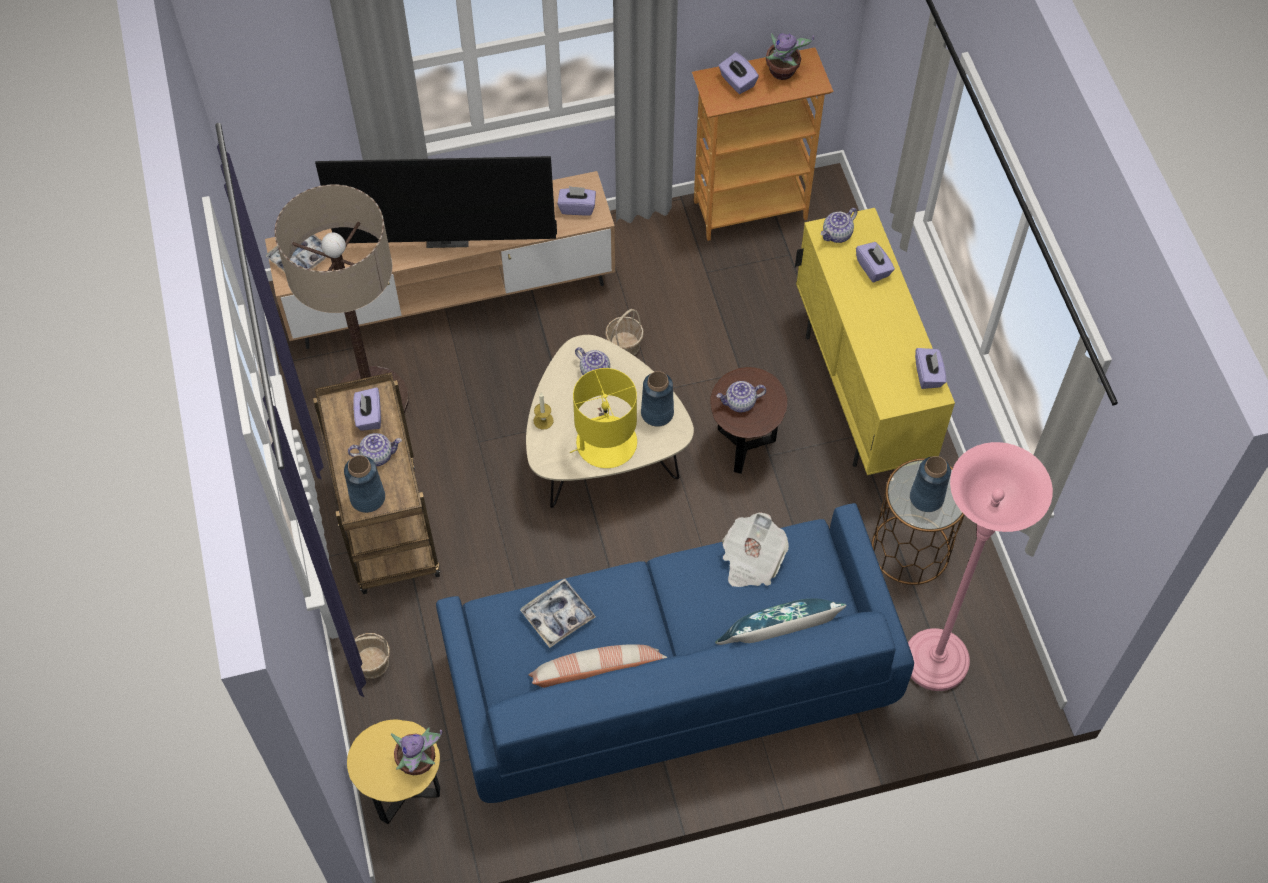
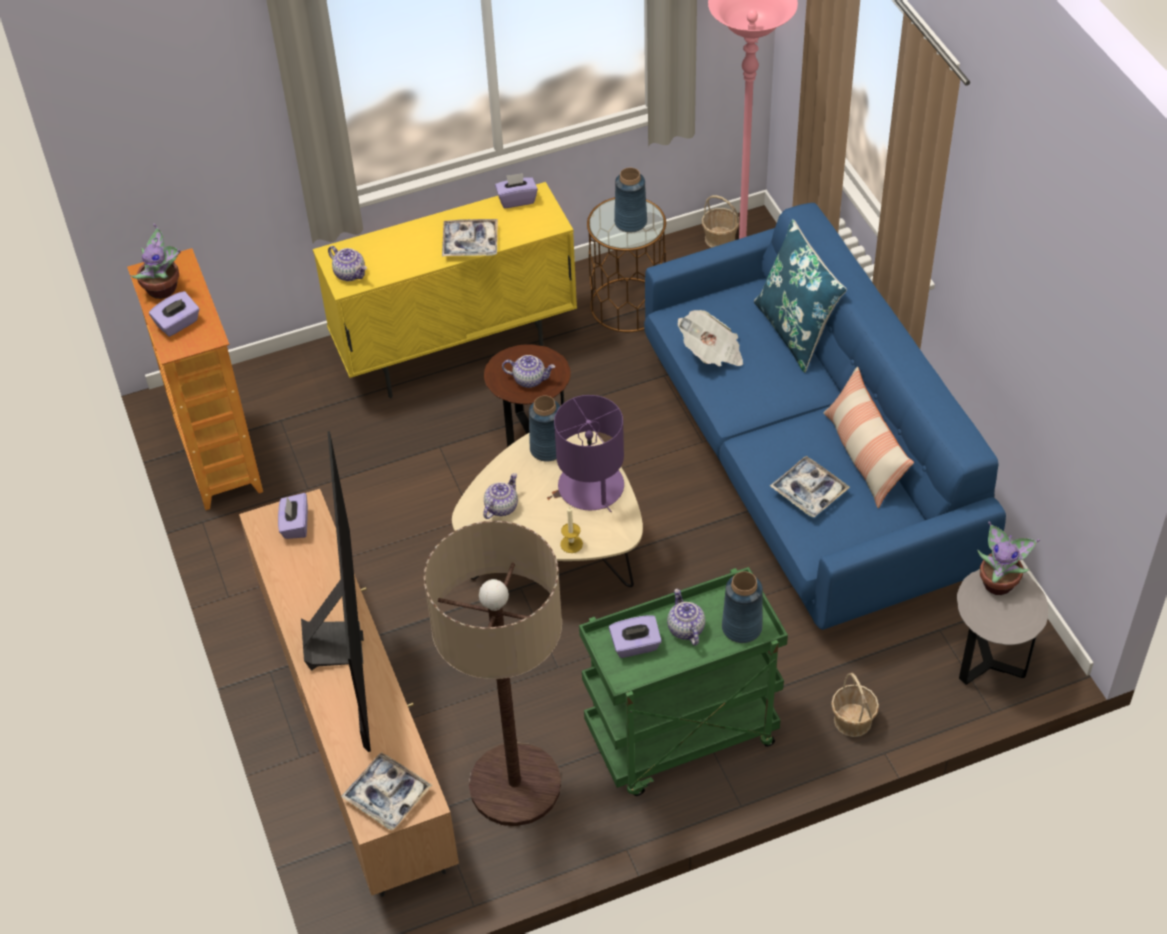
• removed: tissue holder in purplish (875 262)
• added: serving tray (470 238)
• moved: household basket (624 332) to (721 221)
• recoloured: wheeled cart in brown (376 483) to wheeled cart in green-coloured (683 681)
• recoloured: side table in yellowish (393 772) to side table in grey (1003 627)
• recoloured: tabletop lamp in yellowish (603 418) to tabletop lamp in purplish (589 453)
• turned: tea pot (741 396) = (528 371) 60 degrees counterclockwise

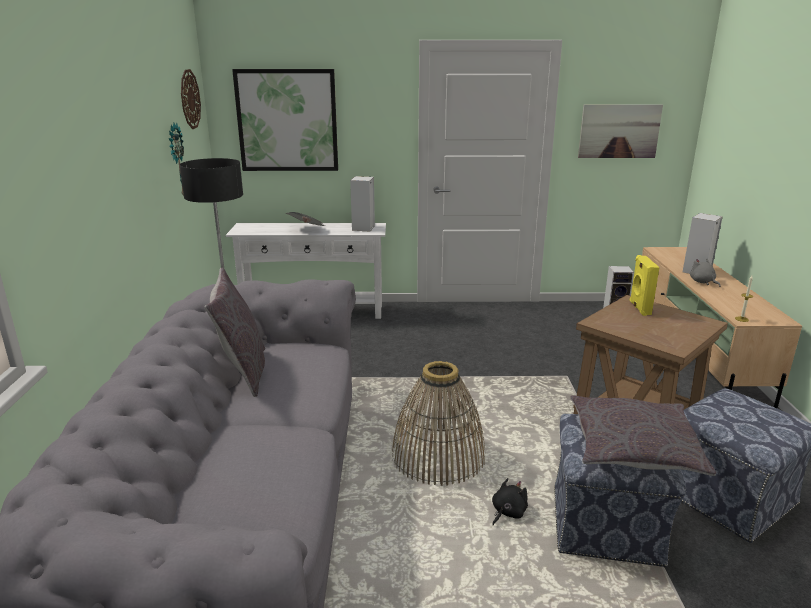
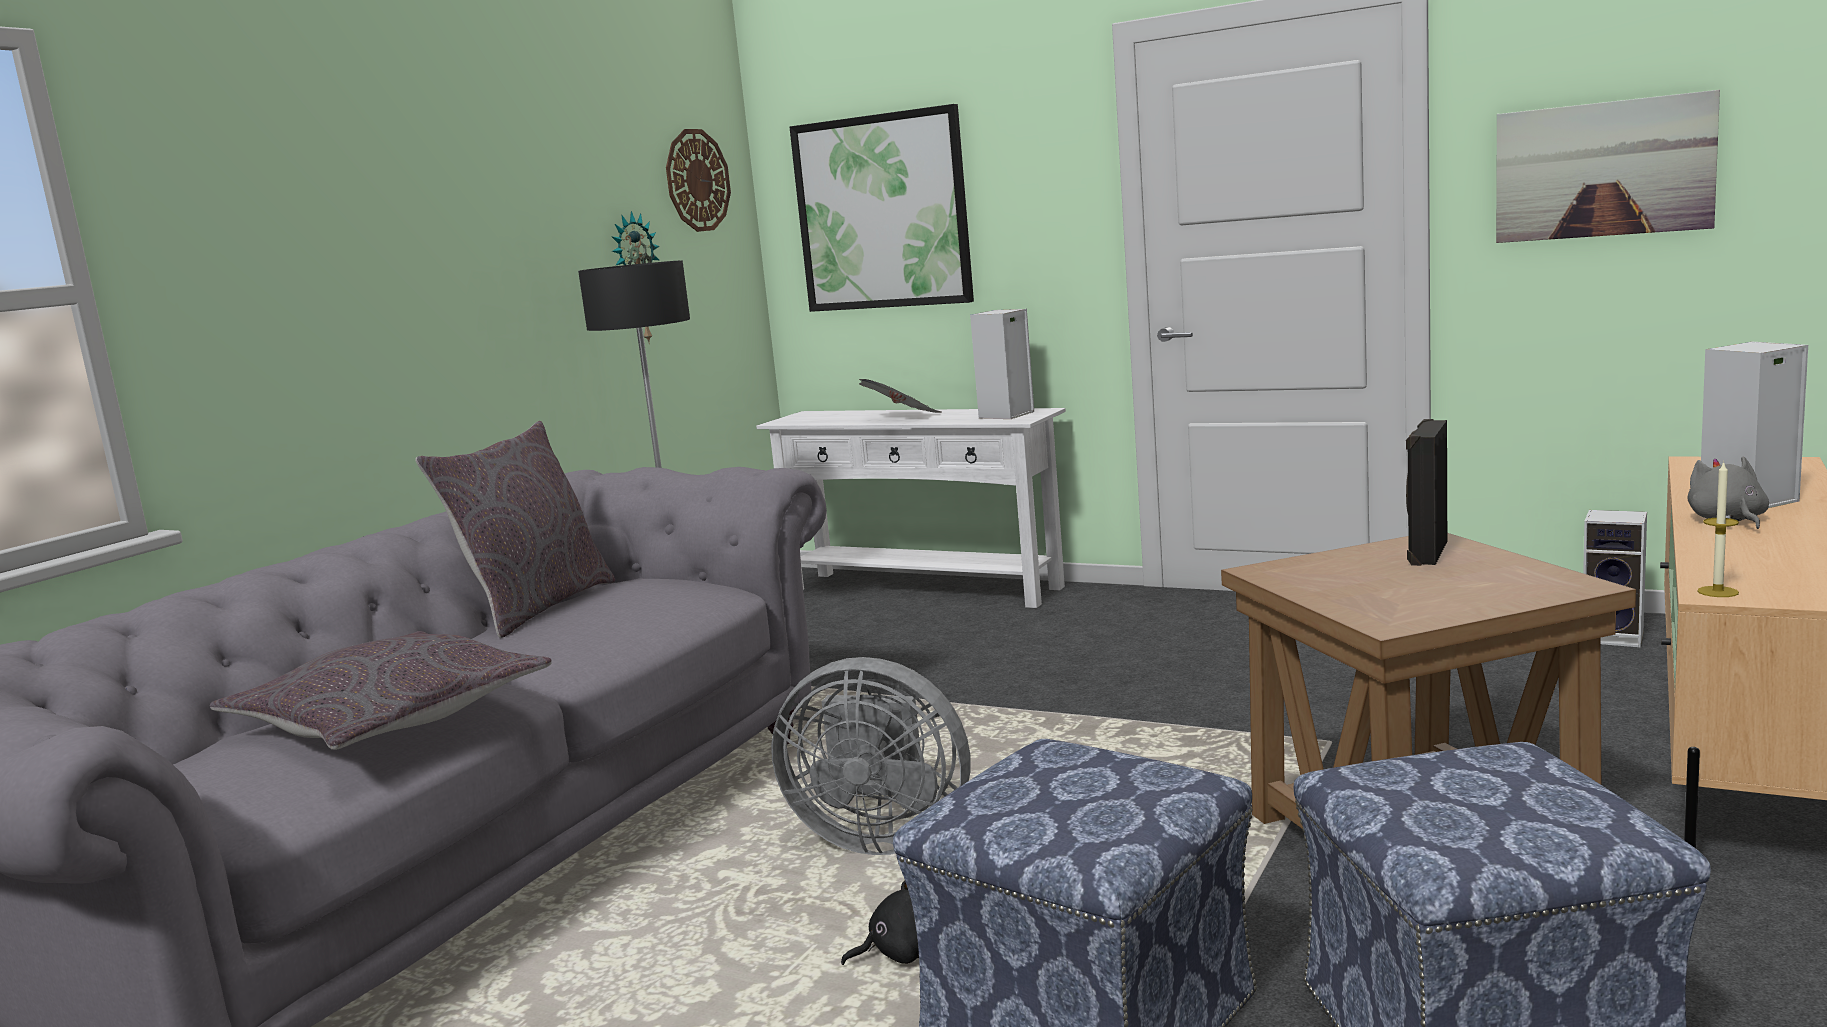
• moved: throw pillow in grey (643 435) to (381 690)
• replaced: household basket (438 423) to cooling fan in grey (870 756)
• recoloured: loudspeaker in yellowish (644 285) to loudspeaker in blackish (1426 492)

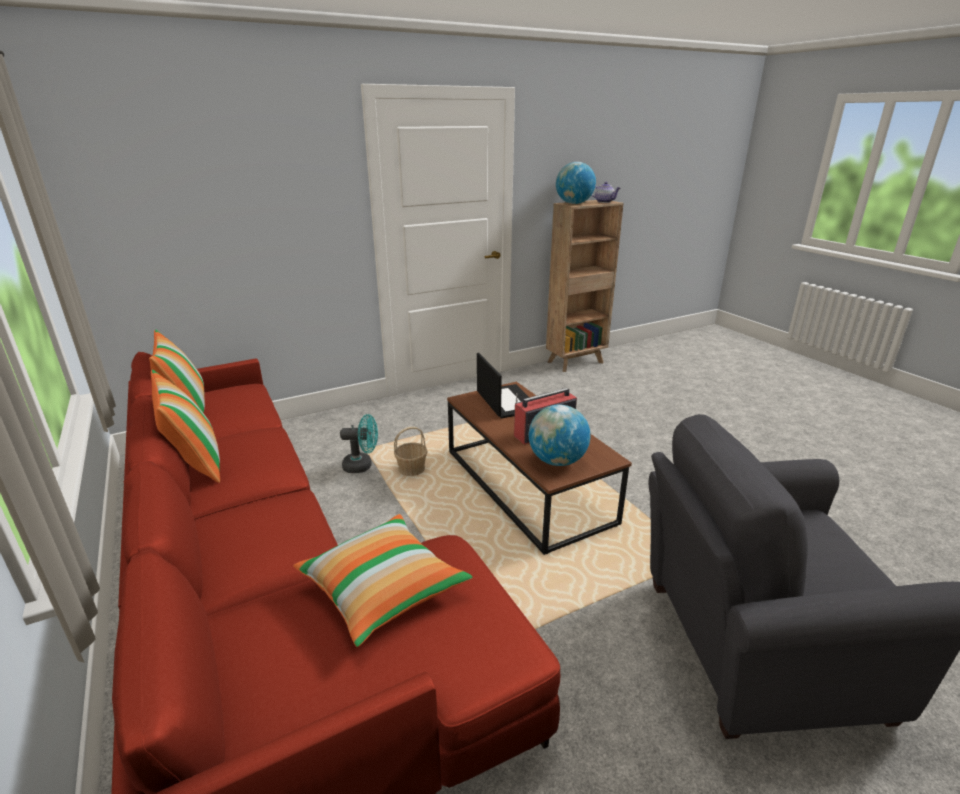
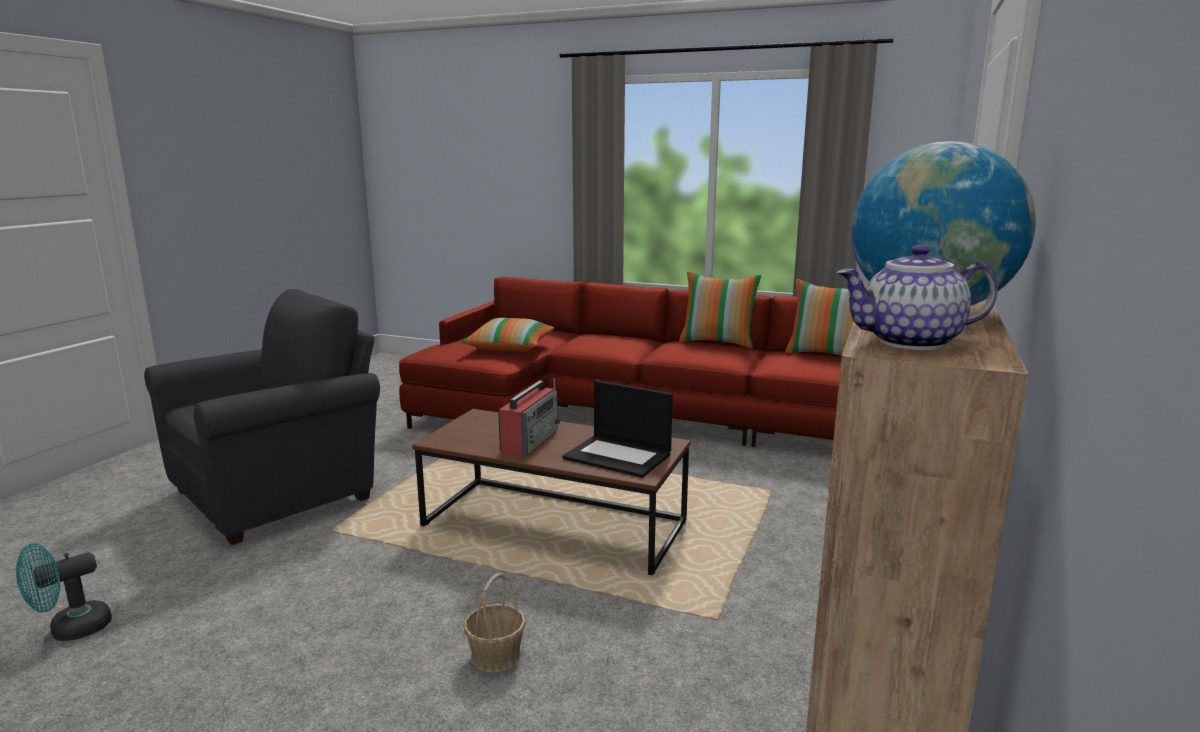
• removed: globe (560 435)
• moved: cooling fan in blue-green (359 443) to (64 592)
• moved: household basket (411 451) to (495 623)

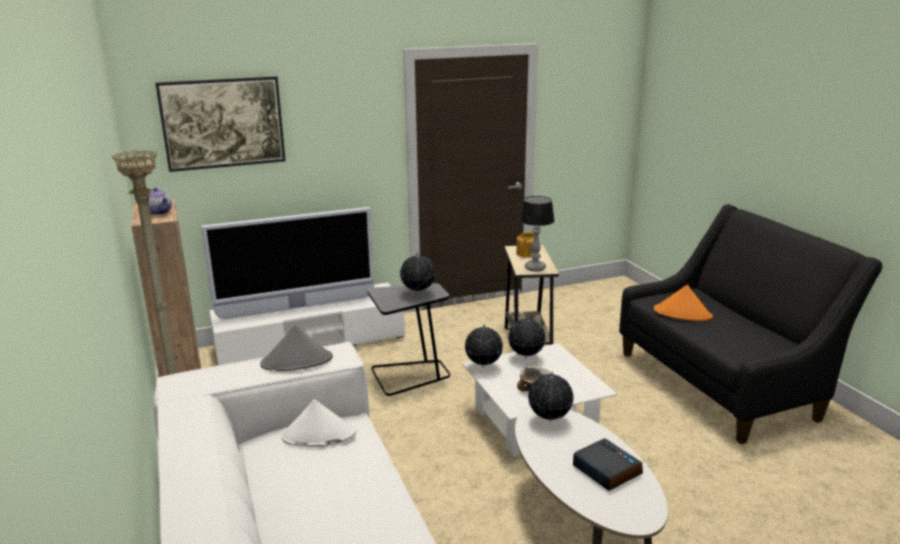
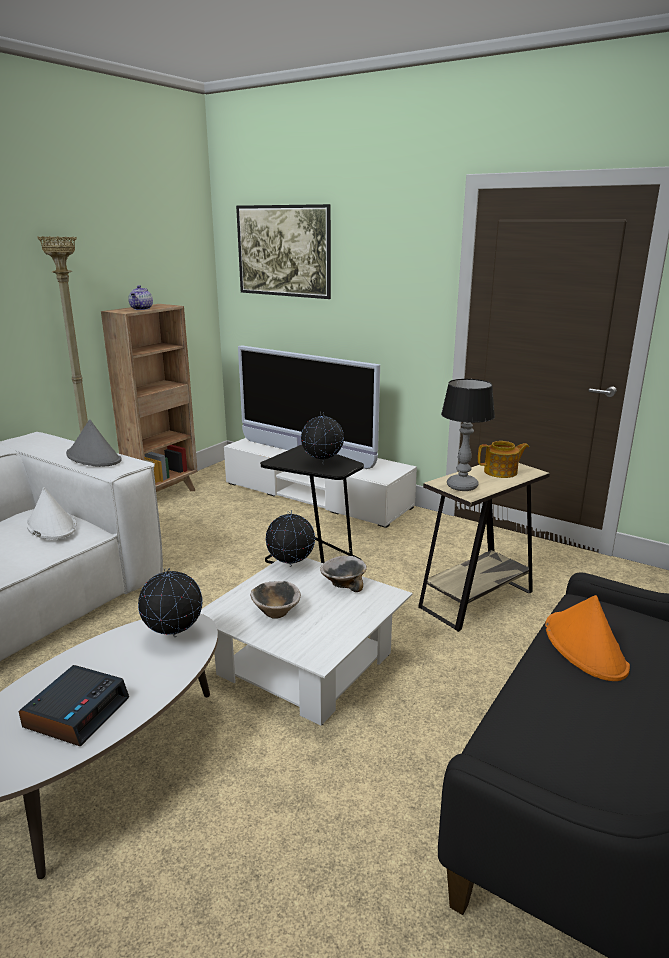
• replaced: globe (527 337) to serving bowl (343 574)

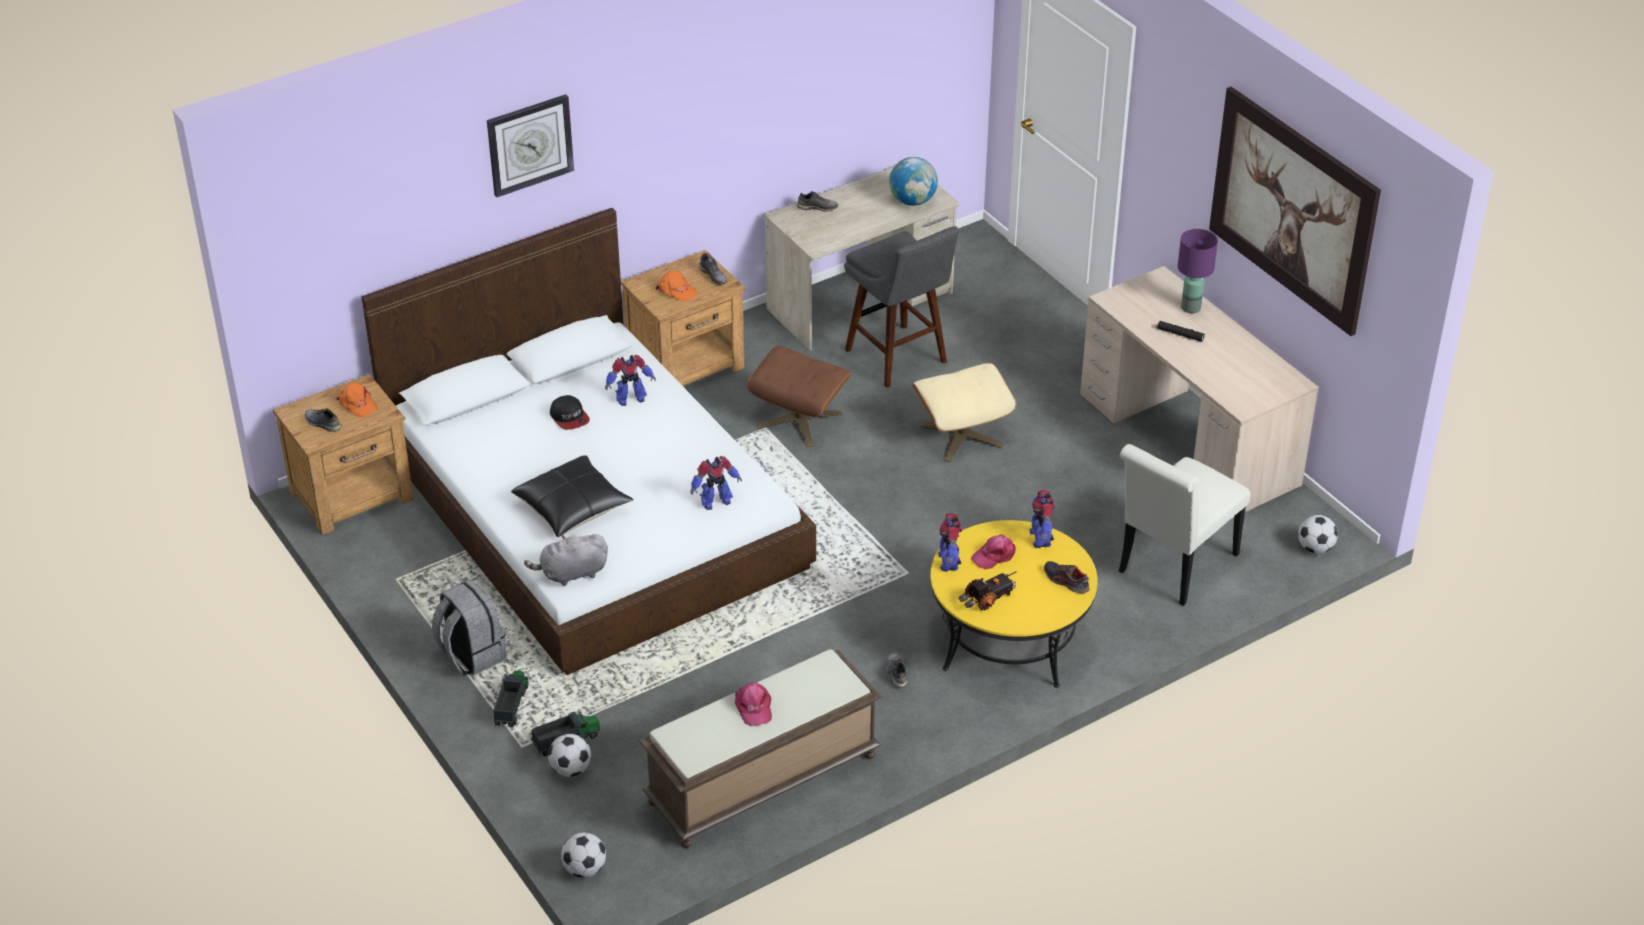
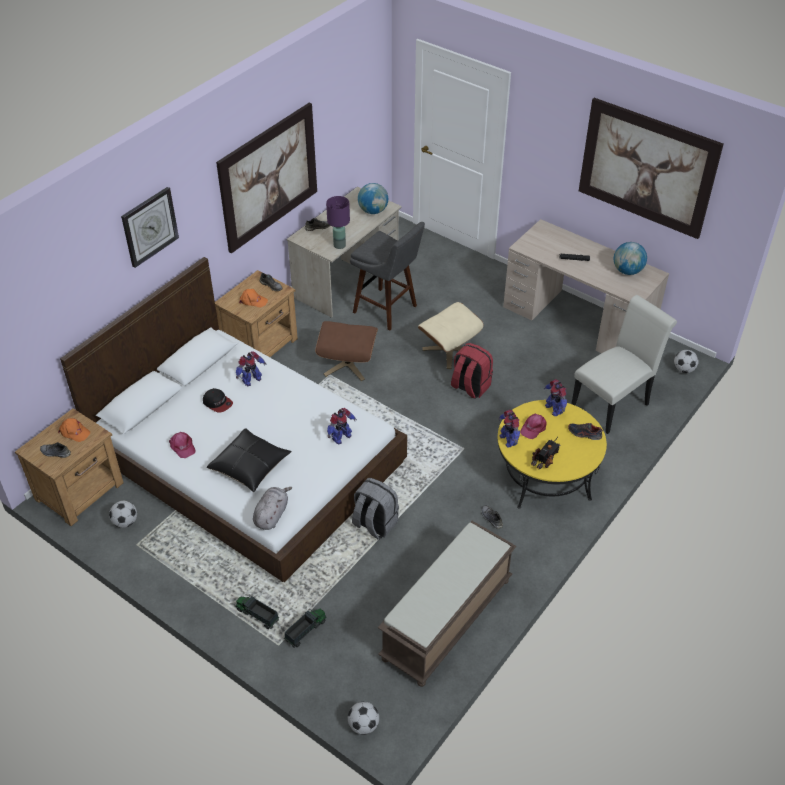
• added: wall art (266 178)
• added: backpack in red (472 371)
• added: globe (630 258)
• moved: backpack in grey (469 628) to (375 508)
• moved: football ball (569 755) to (123 514)
• moved: cap in pink (753 704) to (182 445)
• moved: tabletop lamp in purplish (1198 271) to (338 222)
• turned: model truck (511 699) = (257 612) 45 degrees counterclockwise
• turned: plush toy in grey (566 560) = (272 508) 150 degrees clockwise
• turned: upright chair in white-coloured (1185 525) = (624 364) 150 degrees counterclockwise

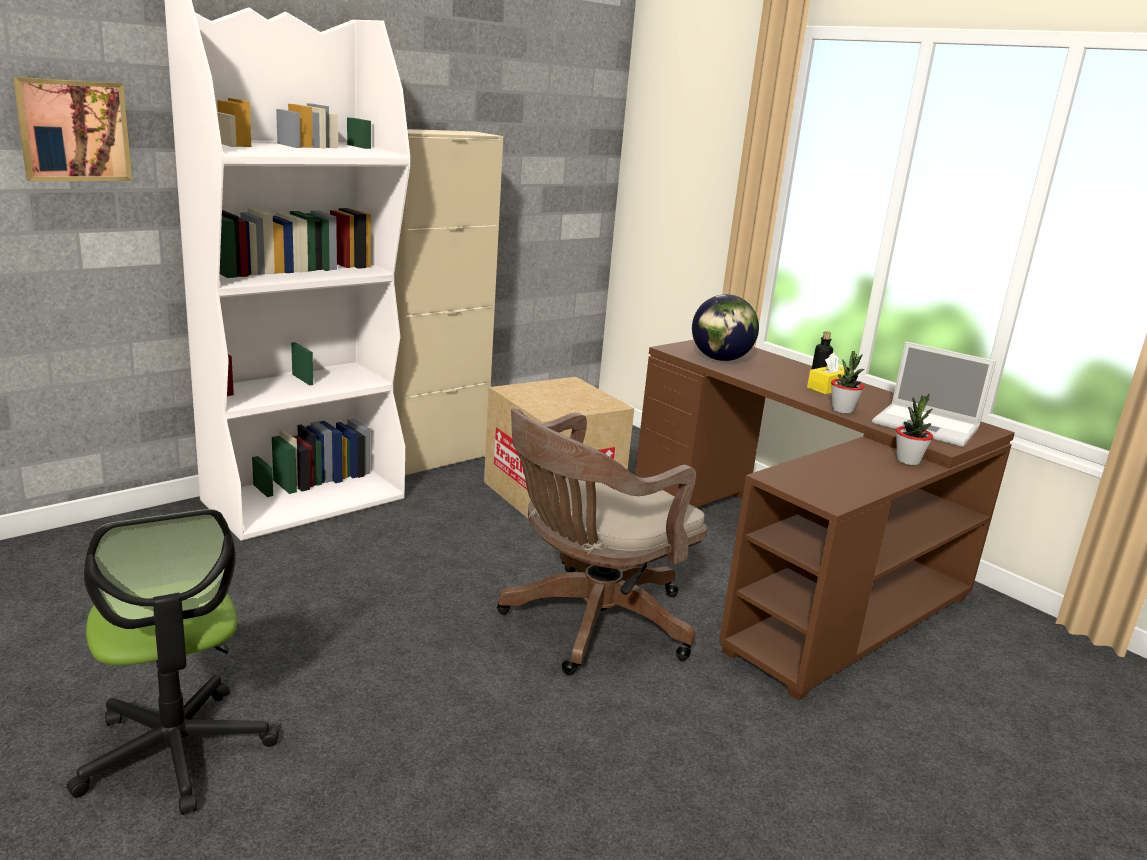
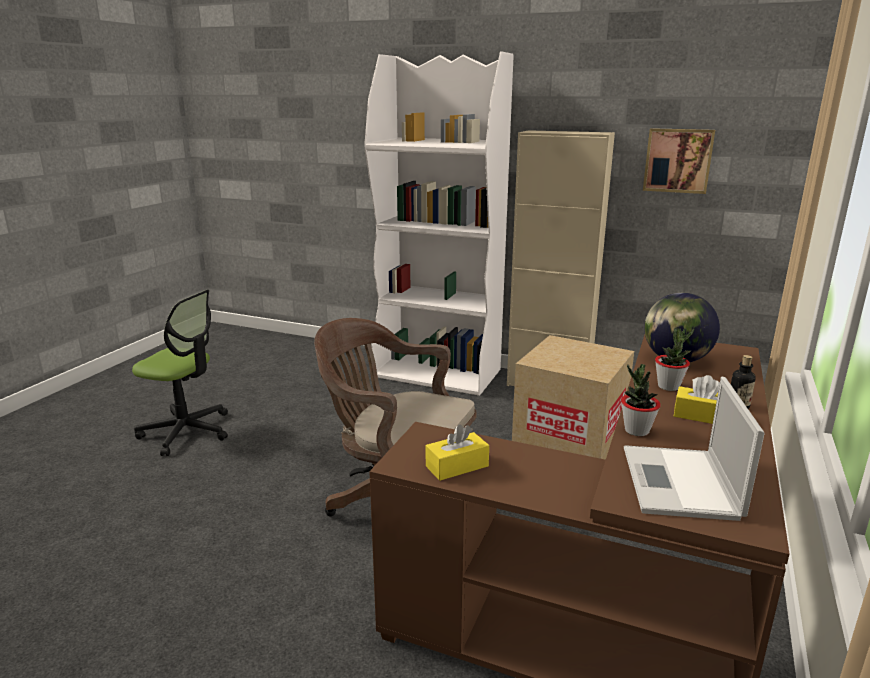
• added: tissue holder in yellowish (457 452)
• moved: wall art (72 129) to (679 161)
• moved: plant in a pot (914 429) to (674 359)
• turned: computer chair (172 662) = (180 373) 105 degrees counterclockwise

